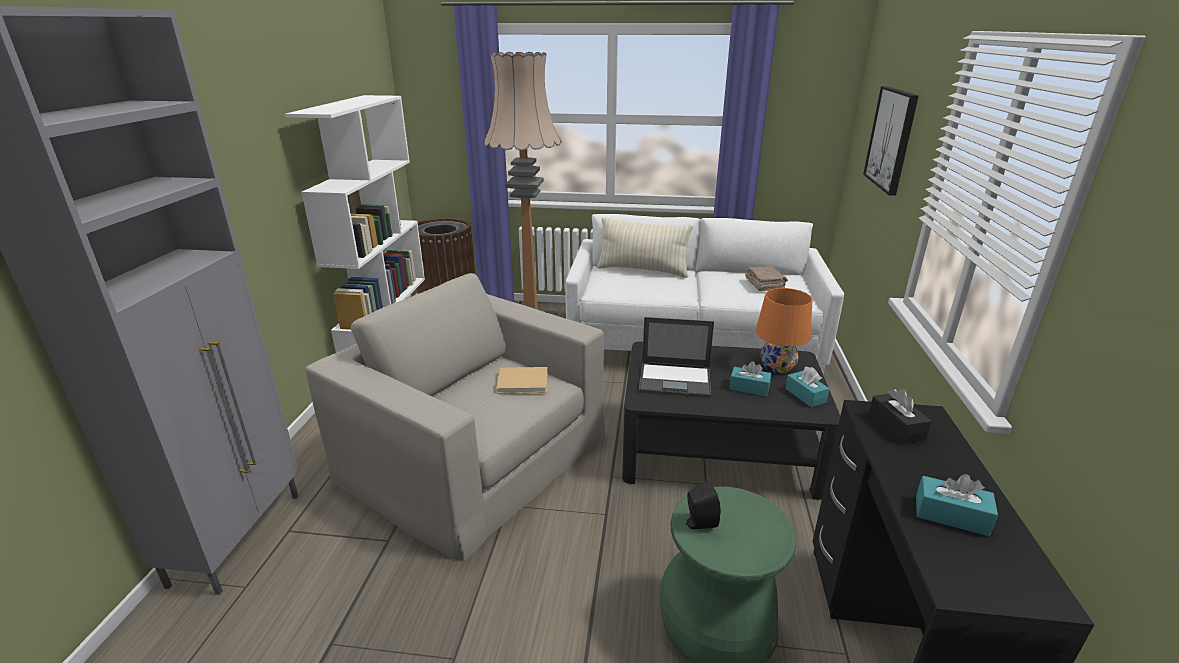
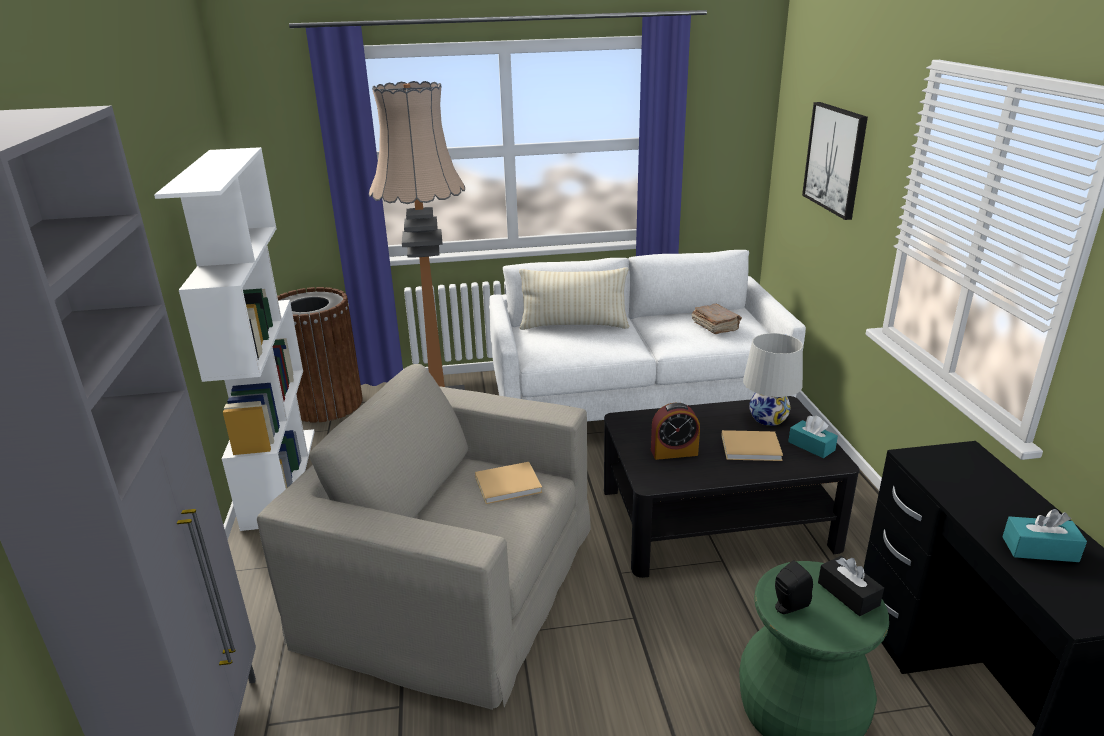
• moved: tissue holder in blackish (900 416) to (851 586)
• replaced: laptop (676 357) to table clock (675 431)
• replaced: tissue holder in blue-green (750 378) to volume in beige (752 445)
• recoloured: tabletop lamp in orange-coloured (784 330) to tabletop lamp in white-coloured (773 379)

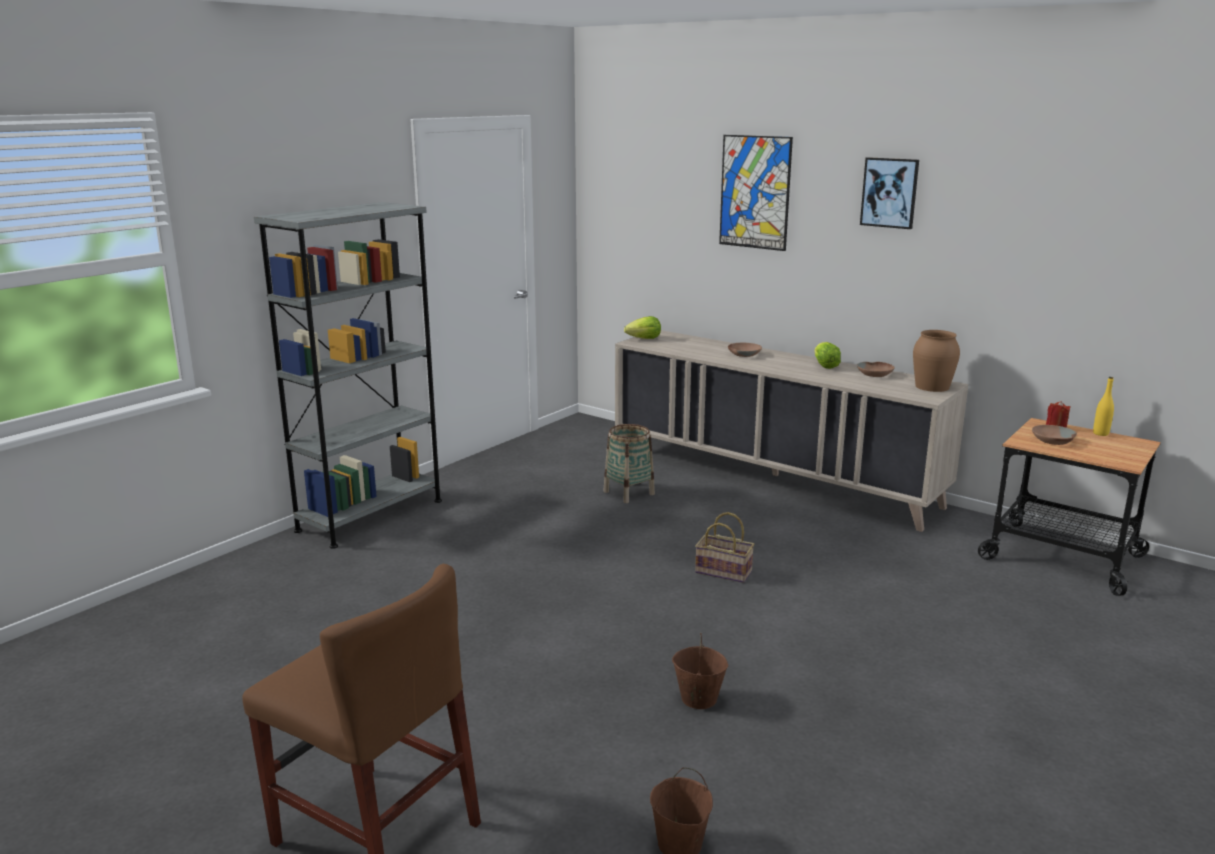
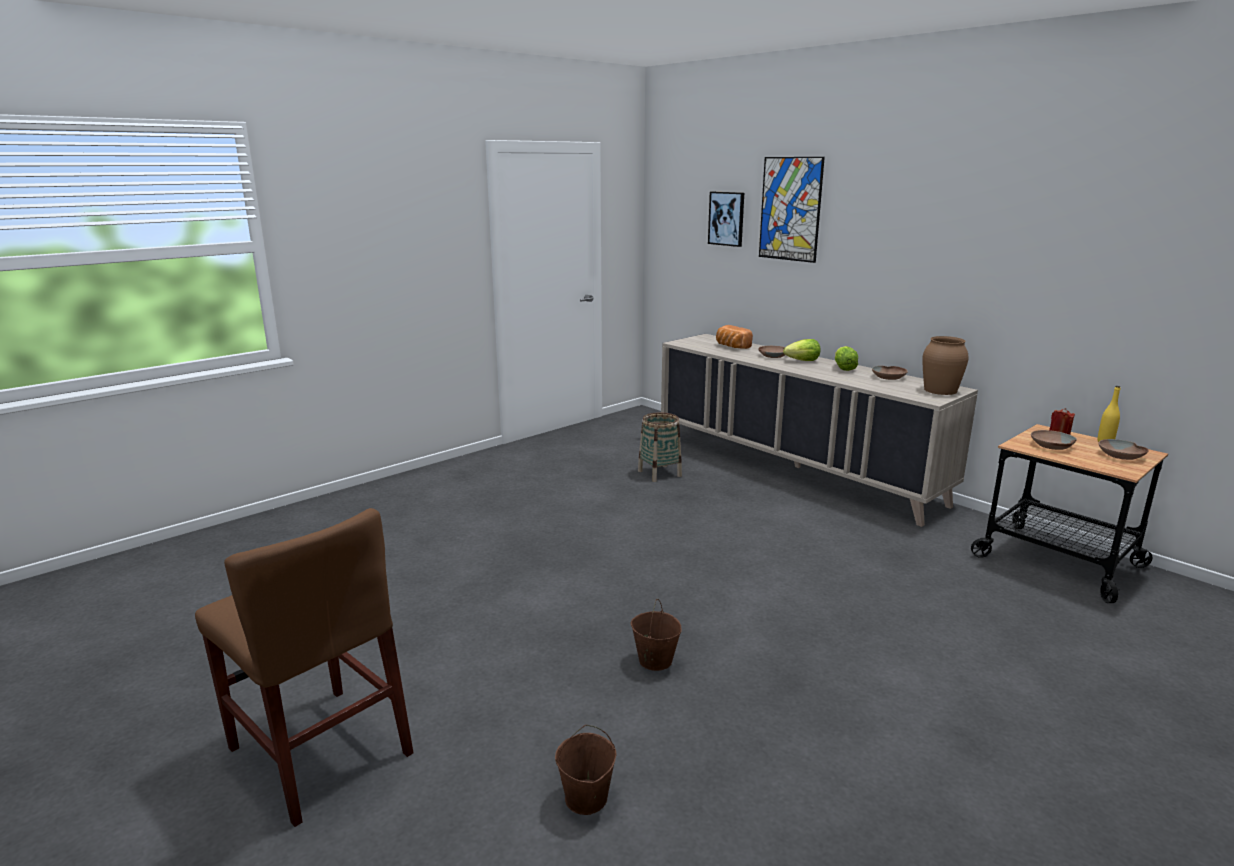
• removed: bookcase in grey (348 375)
• removed: household basket (724 547)
• added: bread (734 337)
• added: serving bowl in brown (1123 449)
• moved: lettuce (642 327) to (801 350)
• moved: wall art (889 193) to (726 219)

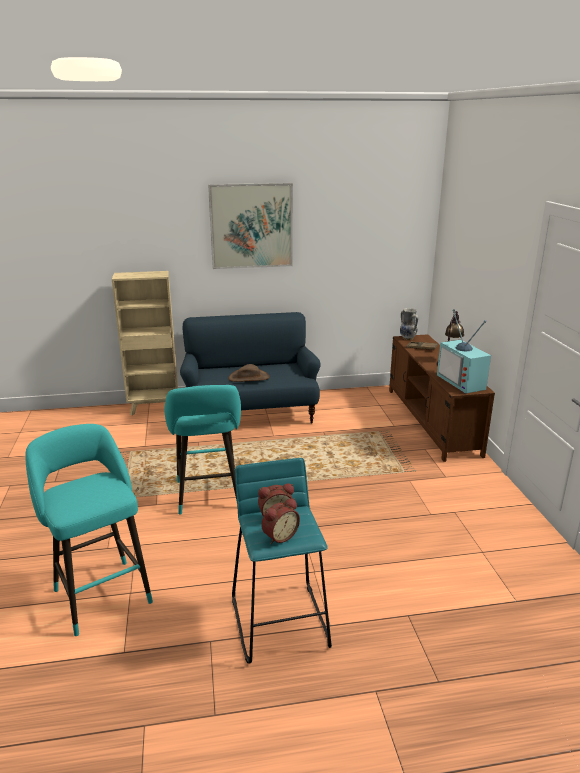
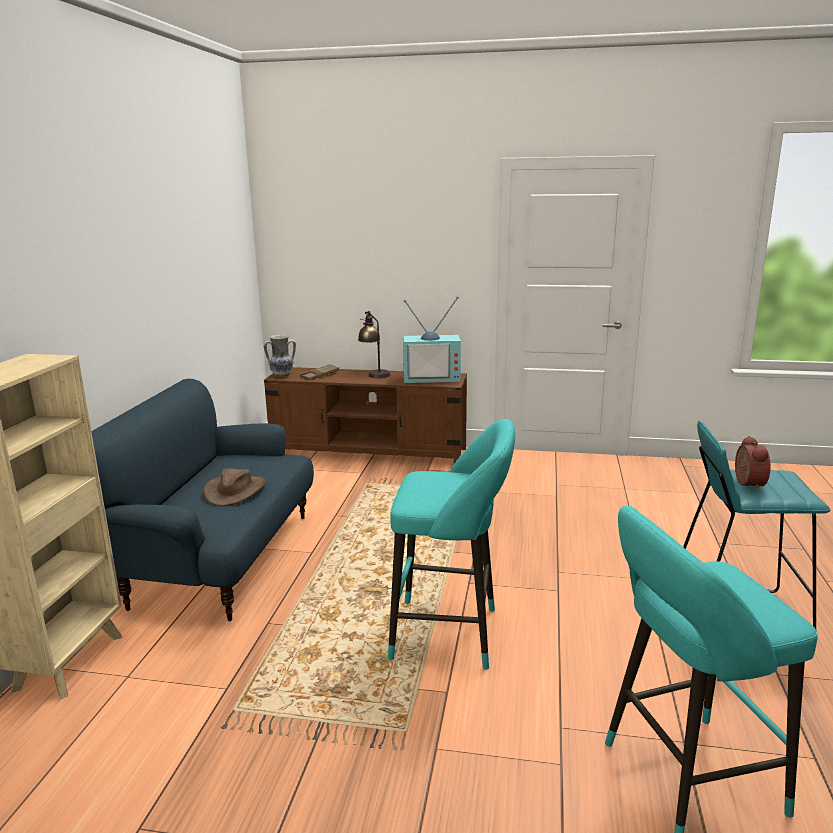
• removed: wall art (250 226)
• removed: table clock (280 521)

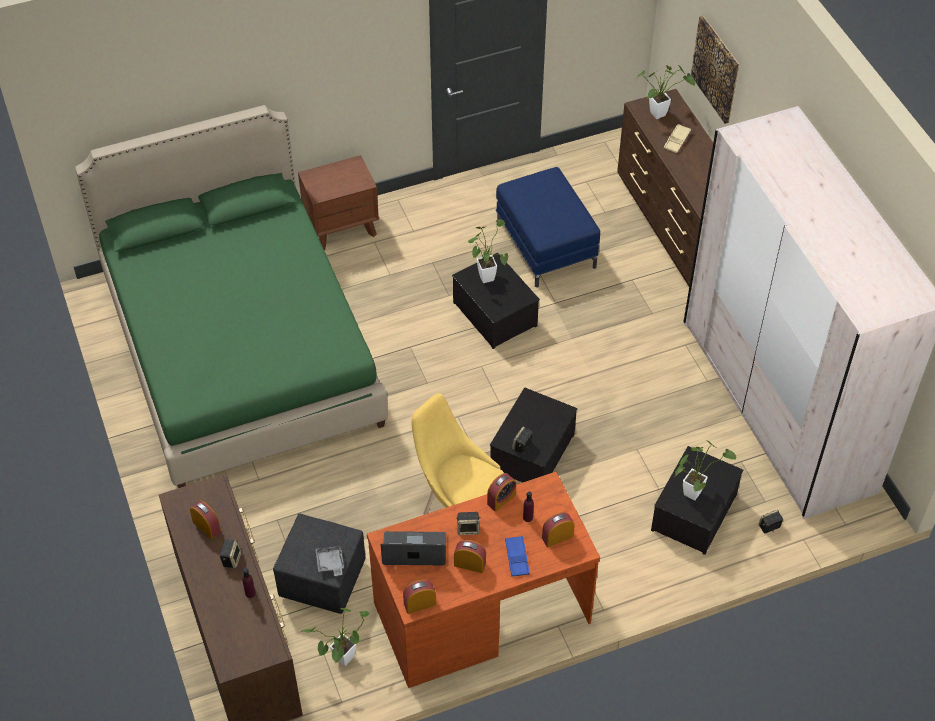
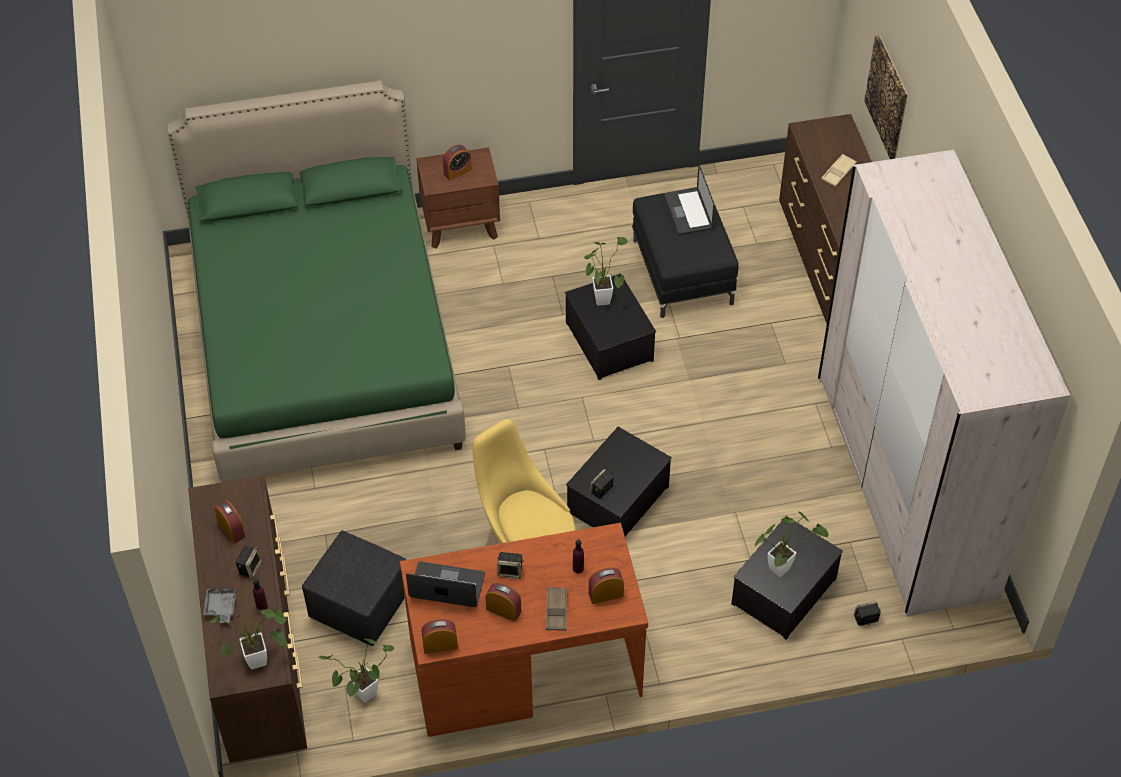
• added: laptop (689 200)
• moved: serving tray in grey (329 560) to (219 605)
• moved: table clock (501 492) to (457 163)
• moved: plant in a pot (665 92) to (247 639)
• recoloured: footrest in bluish (548 227) to footrest in blackish (685 252)
• recoloured: serving tray in bluish (517 556) to serving tray in brown (556 609)

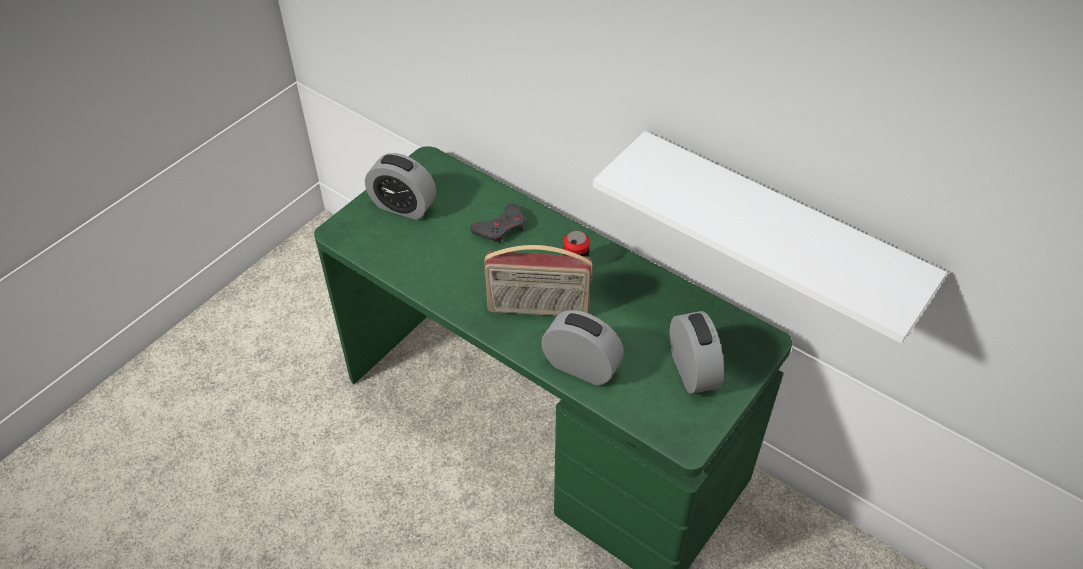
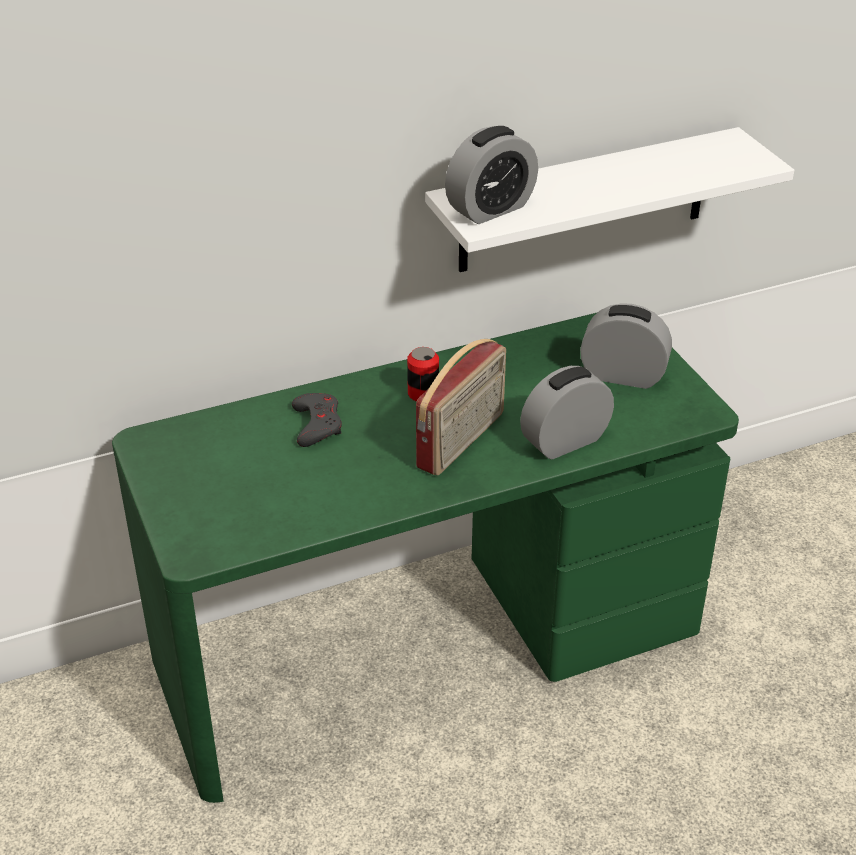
• moved: table clock (400 186) to (491 175)

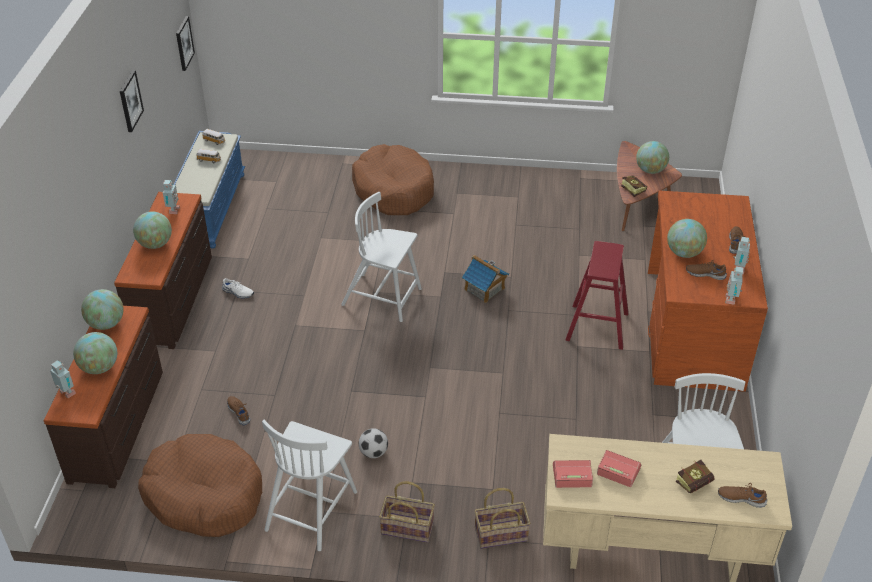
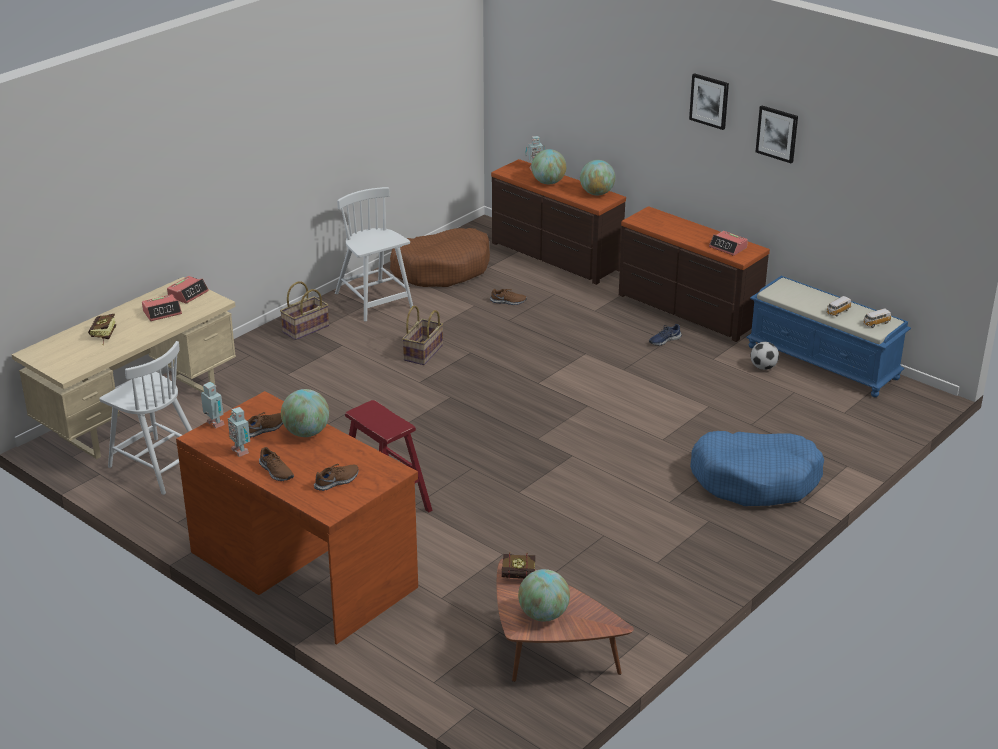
• removed: globe (152 230)
• removed: upright chair in white-coloured (381 257)
• removed: miniature house (485 279)
• moved: wall art (185 43) to (709 101)
• moved: football ball (373 443) to (764 356)
• moved: household basket (503 518) to (422 335)
• moved: item of footwear in brown (742 495) to (336 477)
• replaced: toy robot (171 197) to table clock (728 243)
• recoloured: item of footwear in white-coloured (238 288) to item of footwear in bluish (665 335)
• recoloured: dog bed in brown (393 179) to dog bed in bluish (757 468)

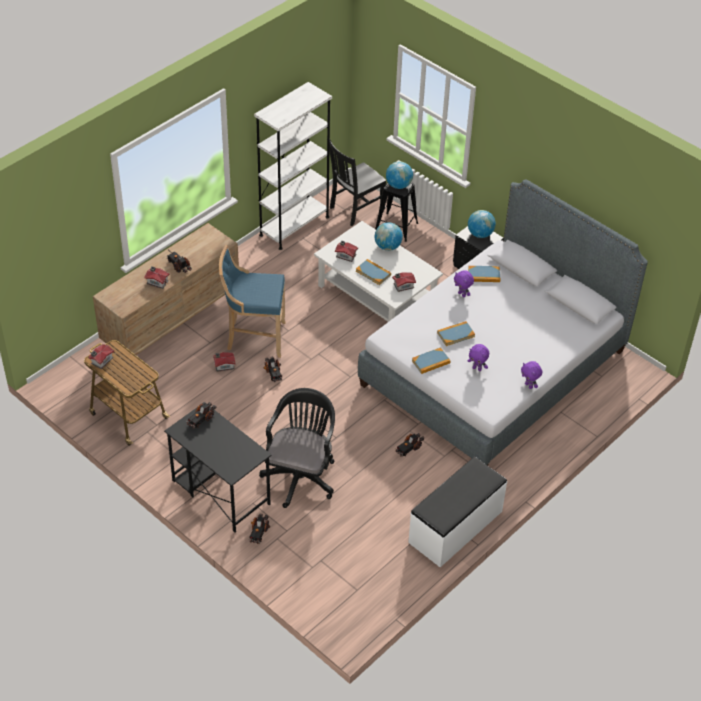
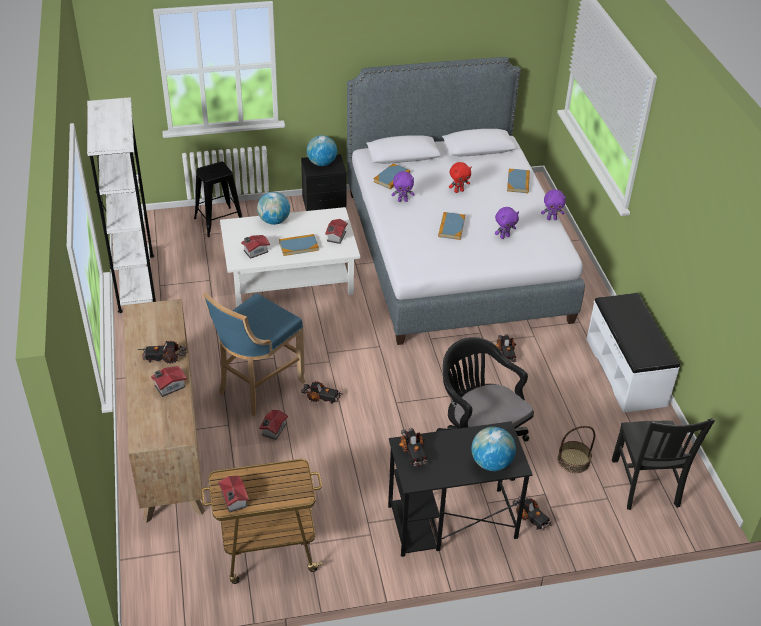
• added: plush toy in red (460 177)
• added: household basket (576 449)
• moved: upright chair in blackish (357 183) to (663 464)
• moved: globe (399 175) to (493 449)
• moved: volume (431 360) to (518 181)

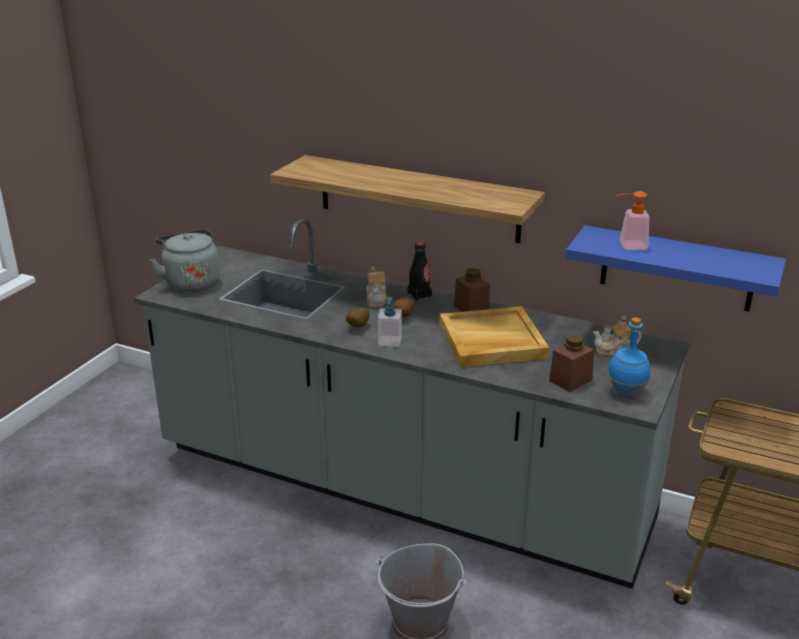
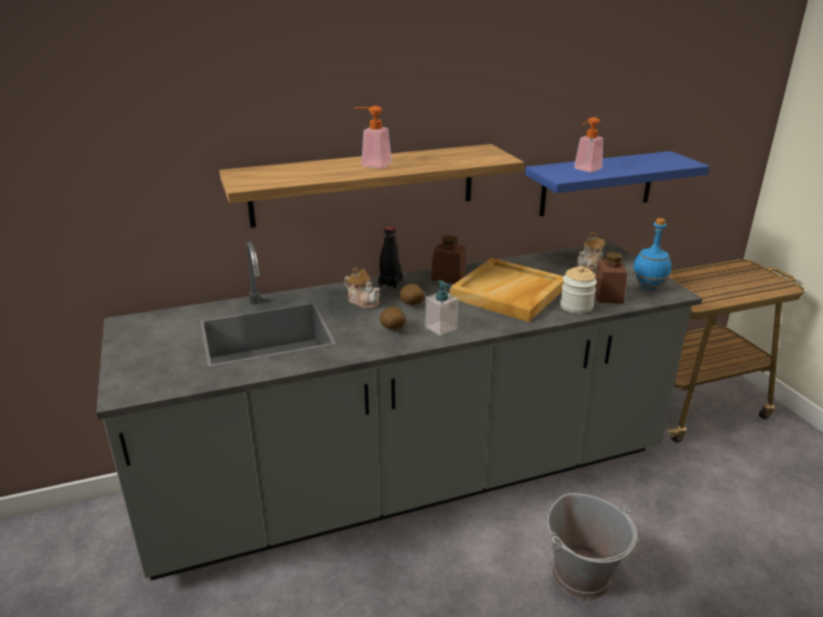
• removed: water kettle in grey (185 260)
• added: soap bottle (373 137)
• added: jar (578 290)

